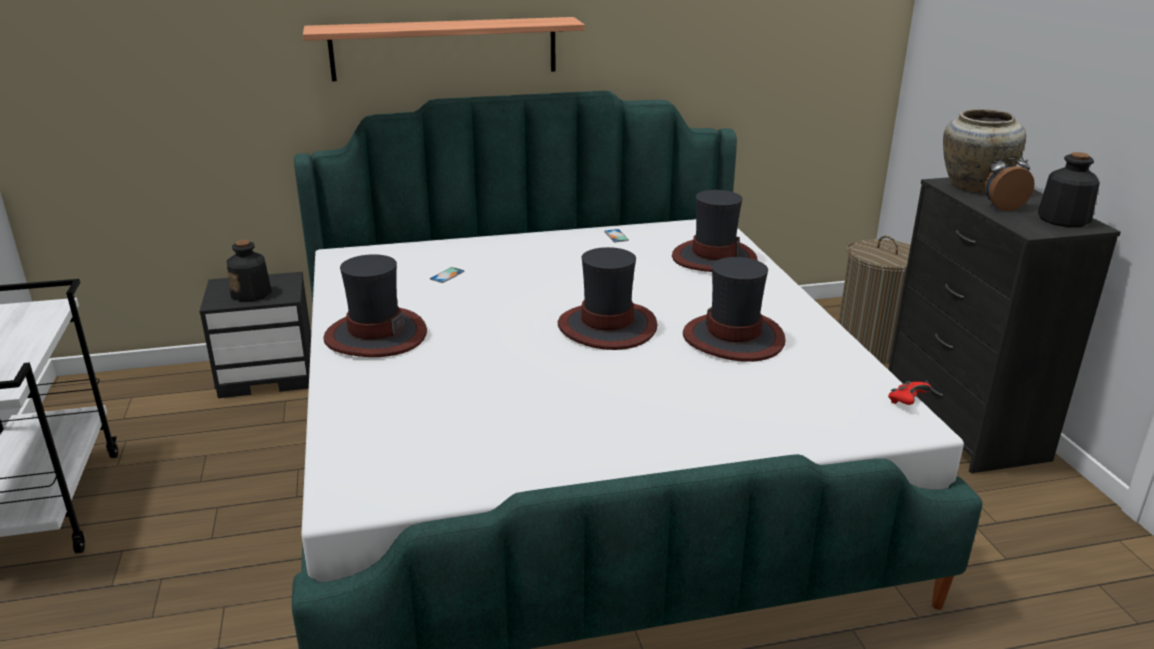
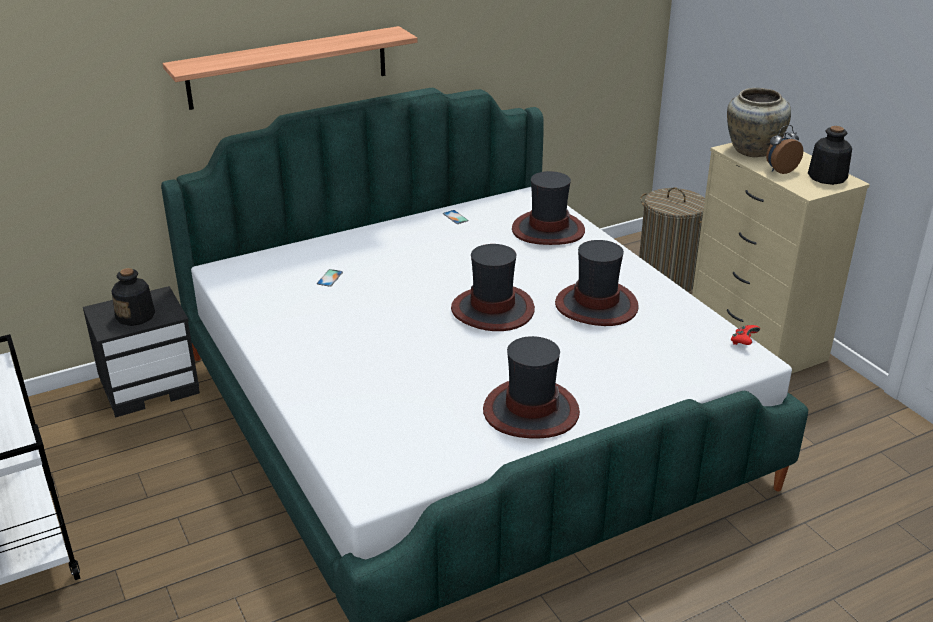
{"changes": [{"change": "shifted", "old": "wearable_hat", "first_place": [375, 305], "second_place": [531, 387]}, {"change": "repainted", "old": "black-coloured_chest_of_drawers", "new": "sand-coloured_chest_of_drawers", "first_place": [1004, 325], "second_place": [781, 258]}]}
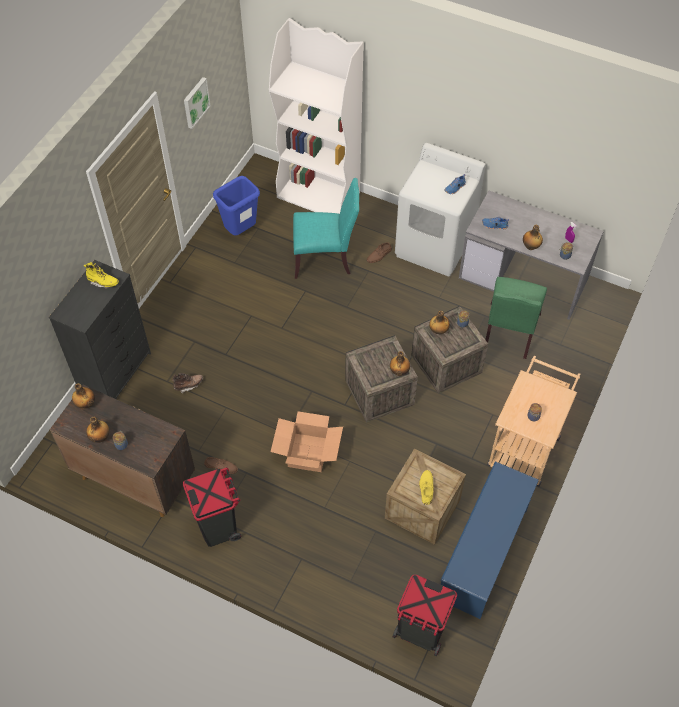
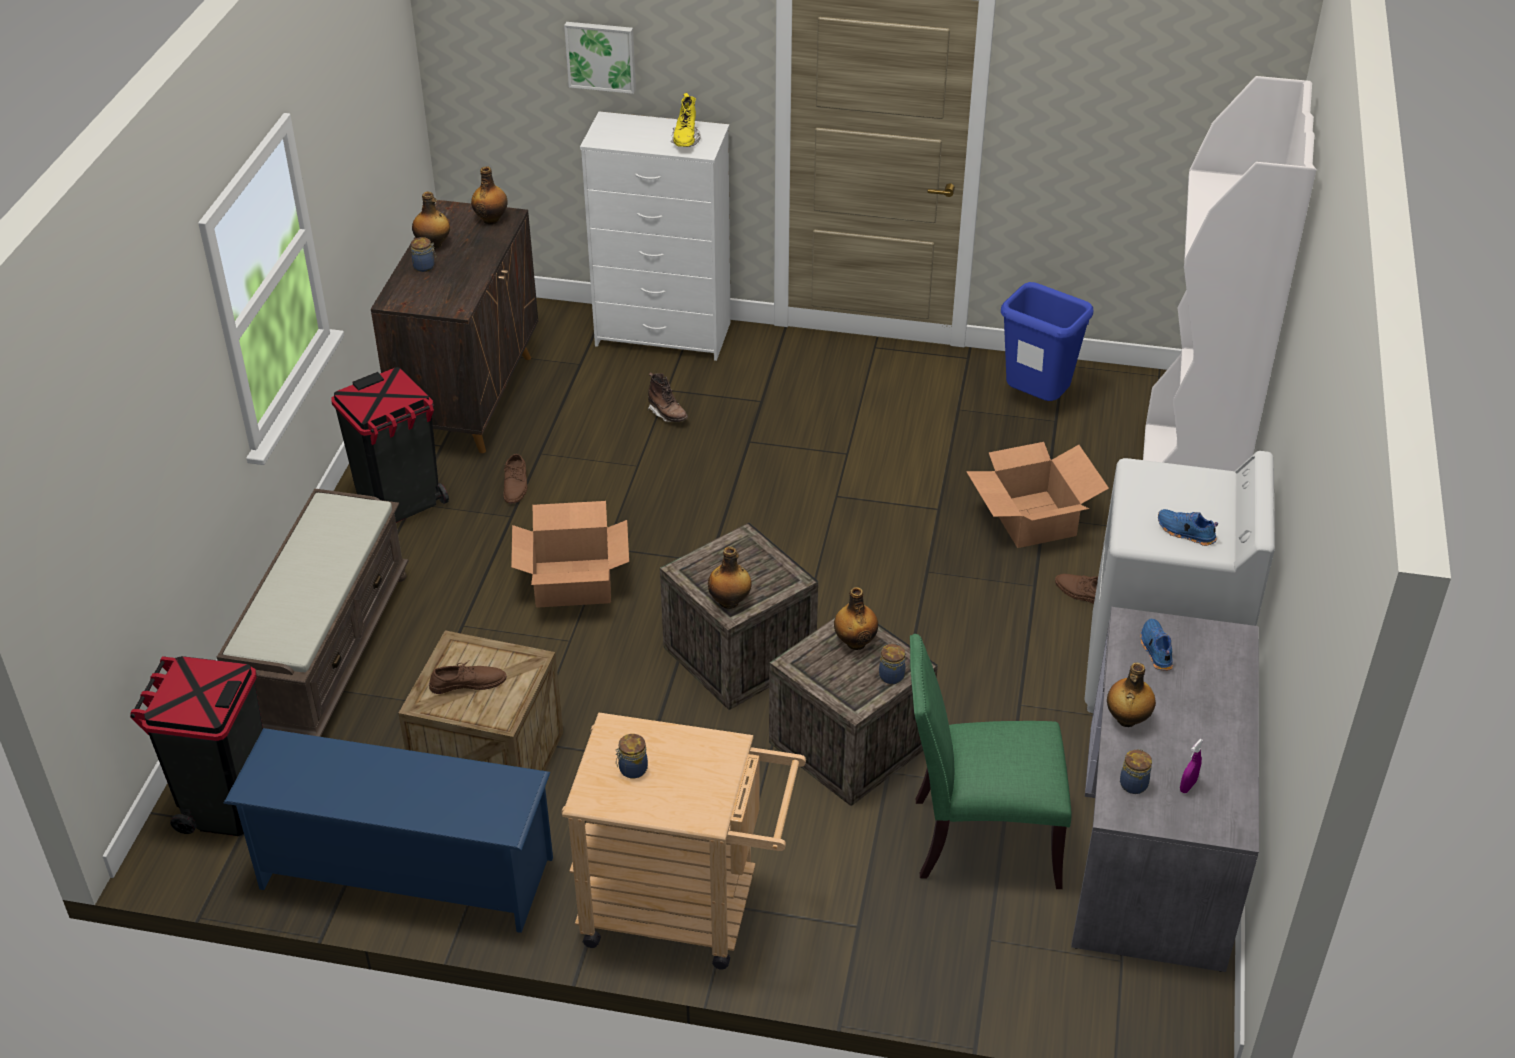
{"changes": [{"change": "new", "new": "brown-coloured_bench", "second_place": [313, 613]}, {"change": "shifted", "old": "wall_art", "first_place": [197, 103], "second_place": [600, 58]}, {"change": "swapped", "old": "turquoise_upright_chair", "new": "carton", "first_place": [326, 228], "second_place": [1037, 495]}, {"change": "repainted", "old": "black-coloured_chest_of_drawers", "new": "white-coloured_chest_of_drawers", "first_place": [100, 329], "second_place": [655, 236]}, {"change": "repainted", "old": "yellow-coloured_low_shoe", "new": "brown-coloured_low_shoe", "first_place": [426, 487], "second_place": [467, 677]}]}
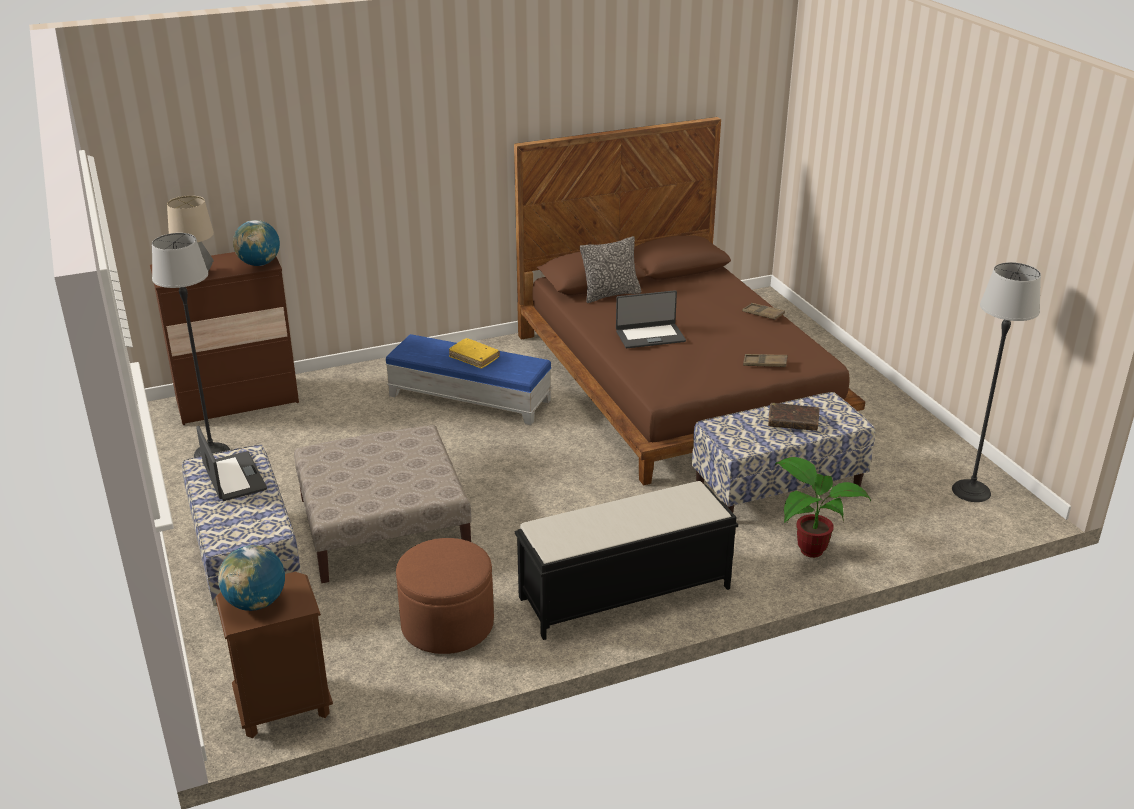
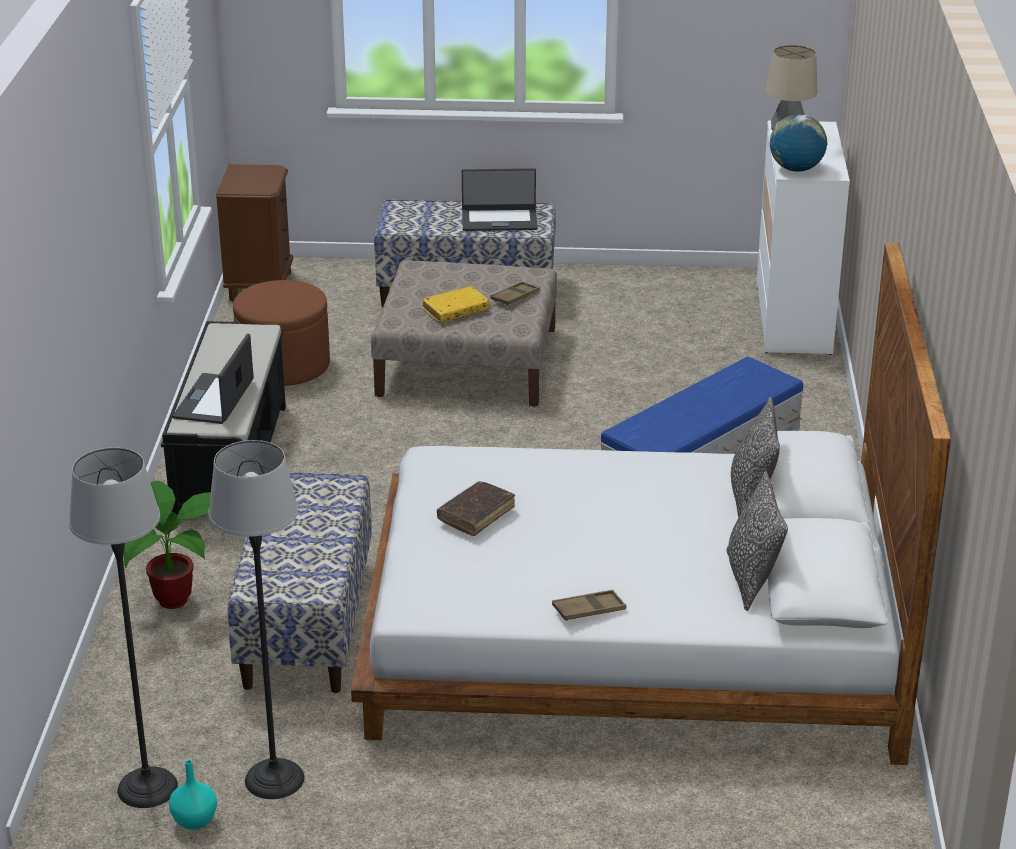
{"changes": [{"change": "gone", "old": "desk_globe", "first_place": [251, 578]}, {"change": "new", "new": "turquoise_vase", "second_place": [193, 795]}, {"change": "new", "new": "throw_pillow", "second_place": [757, 541]}, {"change": "shifted", "old": "standard_lamp", "first_place": [191, 345], "second_place": [256, 619]}, {"change": "shifted", "old": "yellow-coloured_bound_book", "first_place": [474, 353], "second_place": [455, 304]}, {"change": "shifted", "old": "laptop", "first_place": [651, 319], "second_place": [213, 378]}, {"change": "shifted", "old": "brown-coloured_carrying_tray", "first_place": [765, 360], "second_place": [515, 293]}, {"change": "shifted", "old": "brown-coloured_bound_book", "first_place": [793, 417], "second_place": [476, 508]}, {"change": "repainted", "old": "brown-coloured_chest_of_drawers", "new": "white-coloured_chest_of_drawers", "first_place": [224, 338], "second_place": [803, 237]}, {"change": "repainted", "old": "brown-coloured_bedroom_bed", "new": "white-coloured_bedroom_bed", "first_place": [689, 301], "second_place": [651, 504]}]}
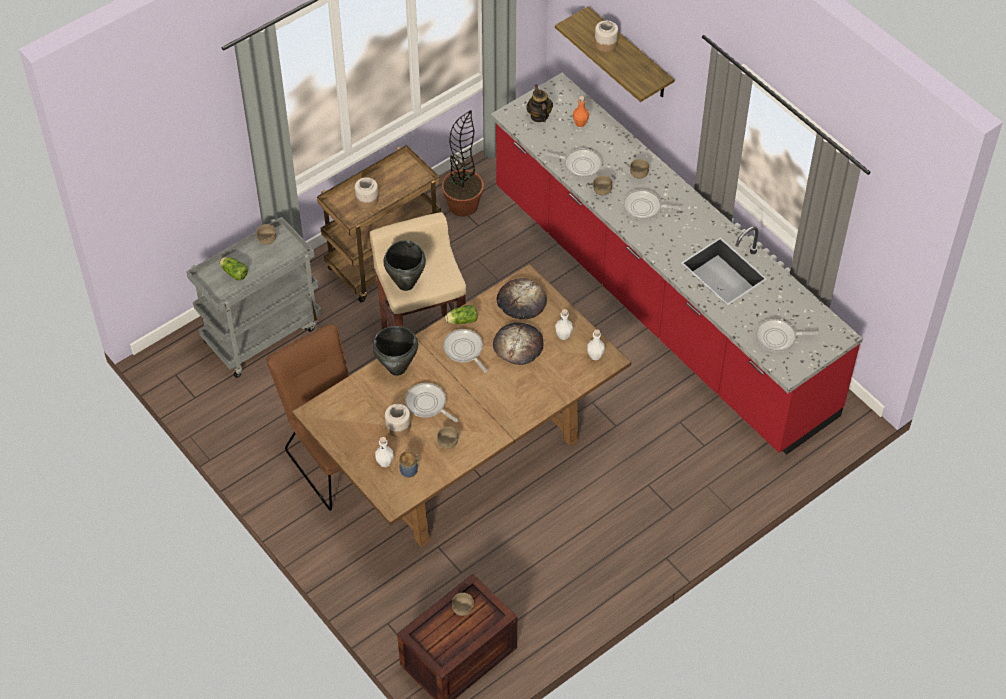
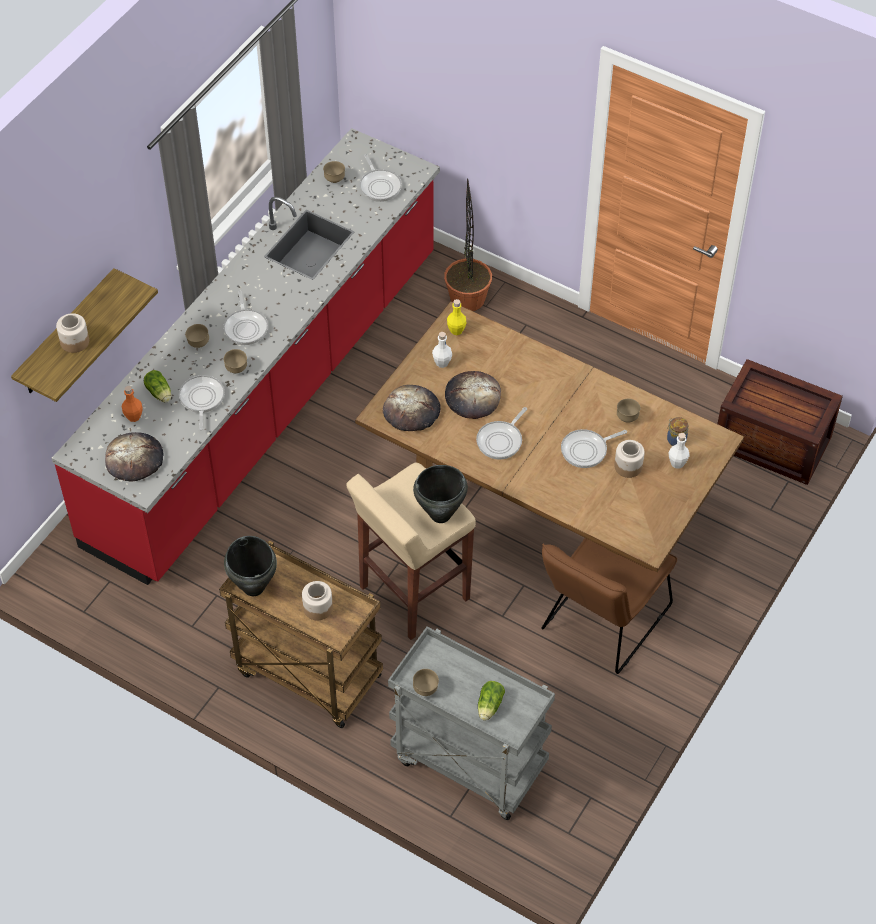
{"changes": [{"change": "shifted", "old": "black-coloured_stockpot", "first_place": [395, 351], "second_place": [250, 566]}, {"change": "shifted", "old": "houseplant", "first_place": [463, 163], "second_place": [468, 244]}, {"change": "shifted", "old": "head_of_lettuce", "first_place": [461, 314], "second_place": [157, 386]}, {"change": "shifted", "old": "brown-coloured_deep_dish", "first_place": [463, 604], "second_place": [334, 172]}, {"change": "swapped", "old": "pot_for_tea", "new": "baked_bread", "first_place": [539, 103], "second_place": [134, 457]}, {"change": "repainted", "old": "white-coloured_bottle", "new": "yellow-coloured_bottle", "first_place": [596, 345], "second_place": [456, 317]}, {"change": "rotated", "old": "frying_pan", "first_place": [431, 402], "second_place": [594, 448], "degrees": 45}]}
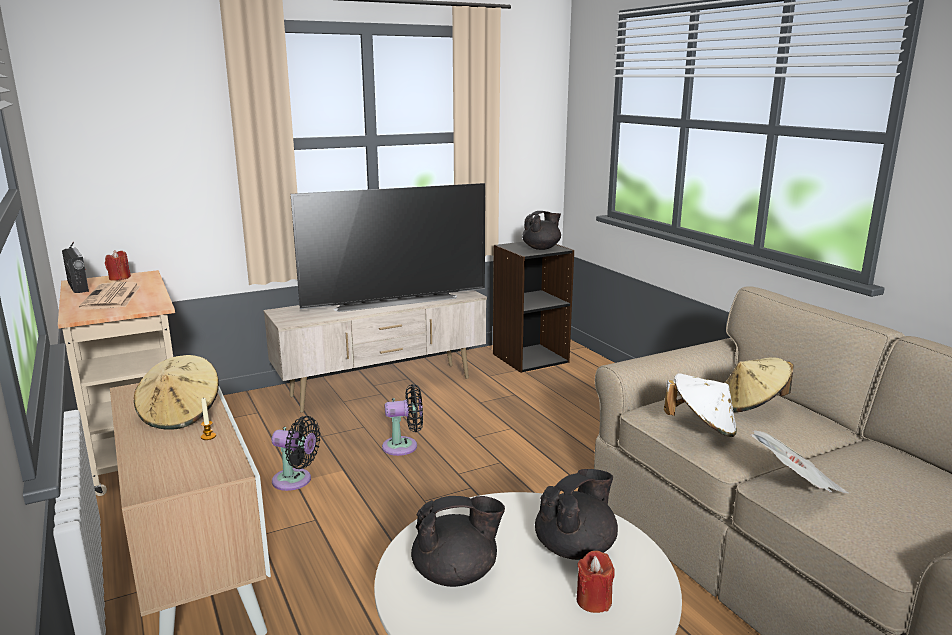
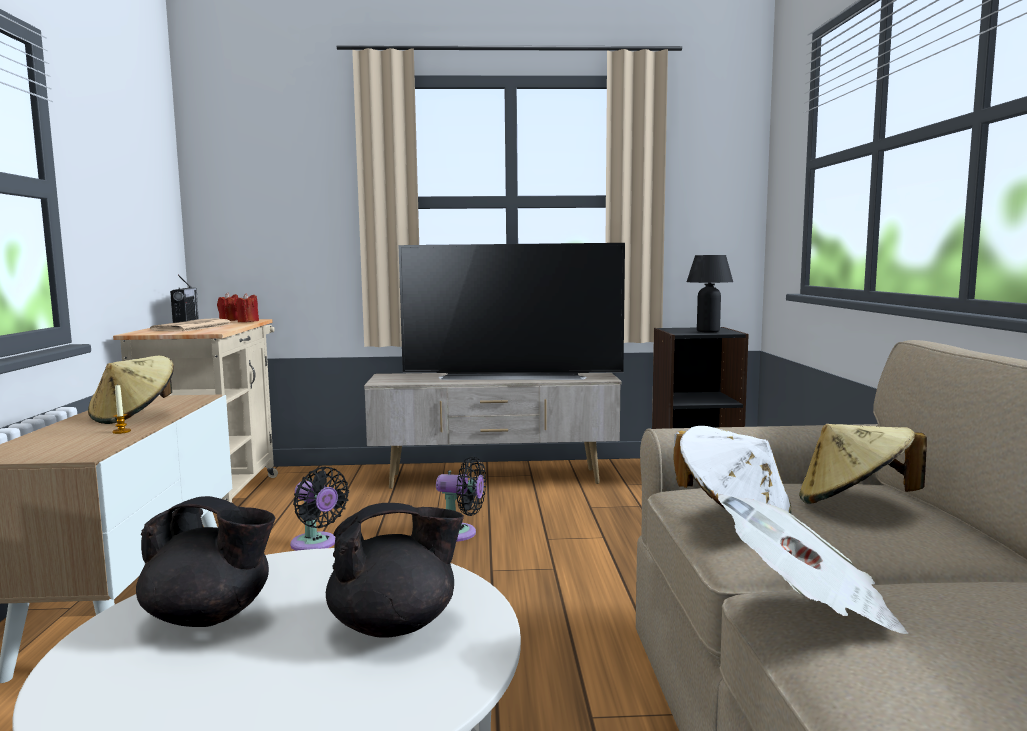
{"changes": [{"change": "shifted", "old": "red-coloured_candle", "first_place": [596, 582], "second_place": [247, 307]}, {"change": "swapped", "old": "black-coloured_pot_for_tea", "new": "black-coloured_lamp_for_a_table", "first_place": [541, 230], "second_place": [710, 293]}]}
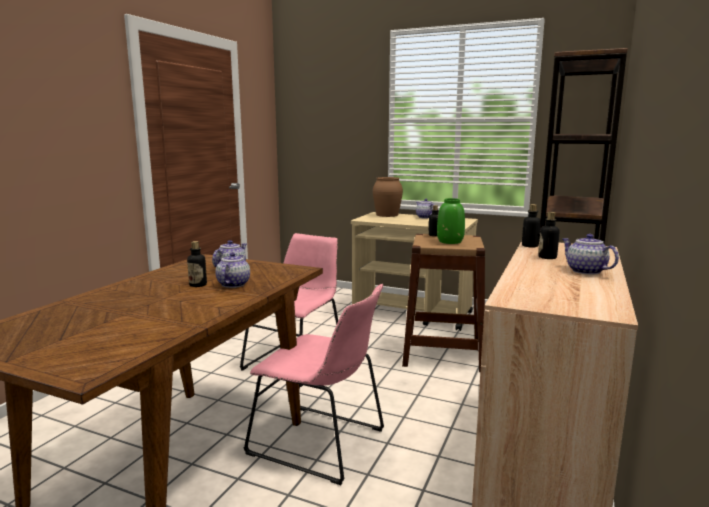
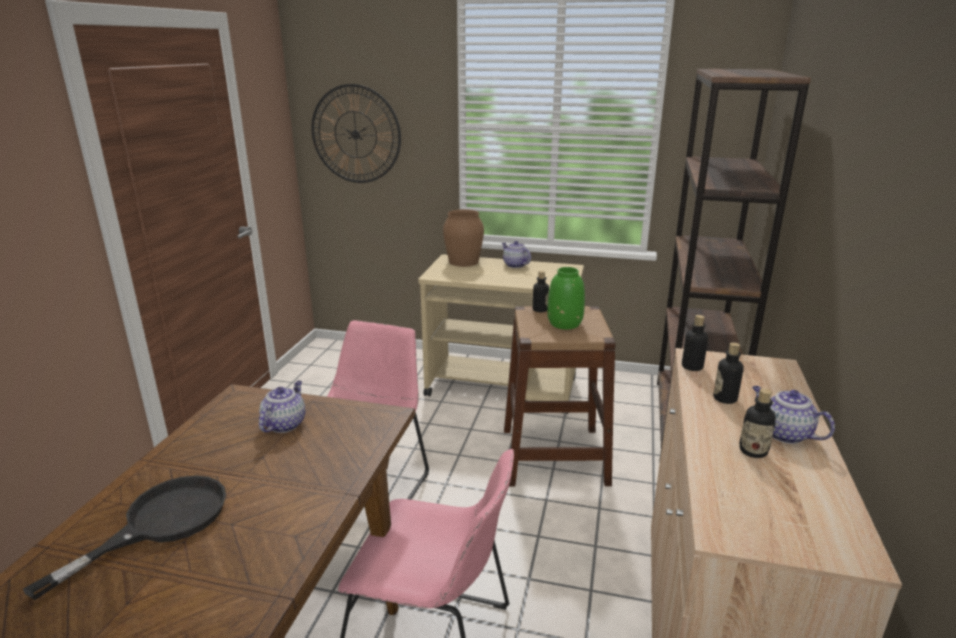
{"changes": [{"change": "gone", "old": "pot_for_tea", "first_place": [233, 270]}, {"change": "new", "new": "black-coloured_frying_pan", "second_place": [124, 537]}, {"change": "new", "new": "hanging_clock", "second_place": [356, 133]}, {"change": "shifted", "old": "bottle", "first_place": [197, 264], "second_place": [757, 423]}]}
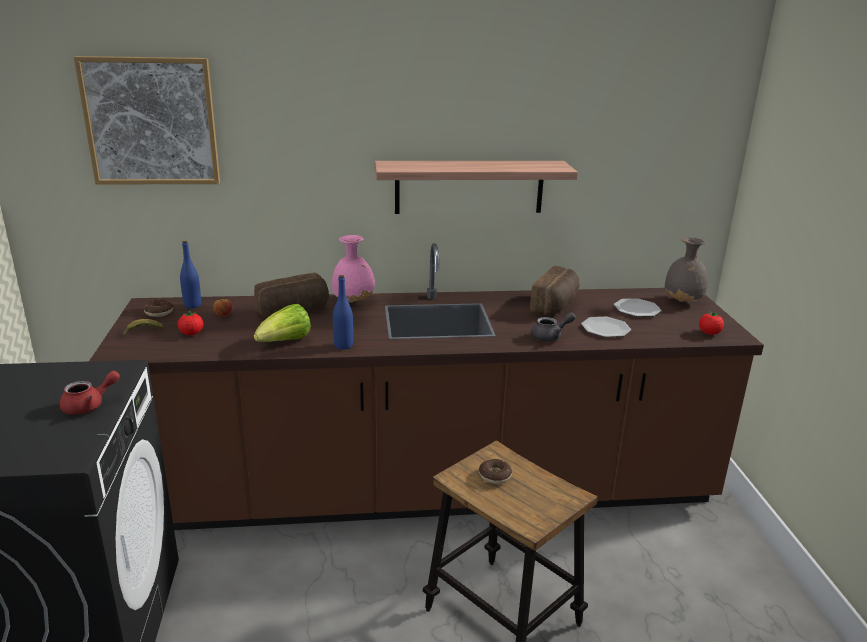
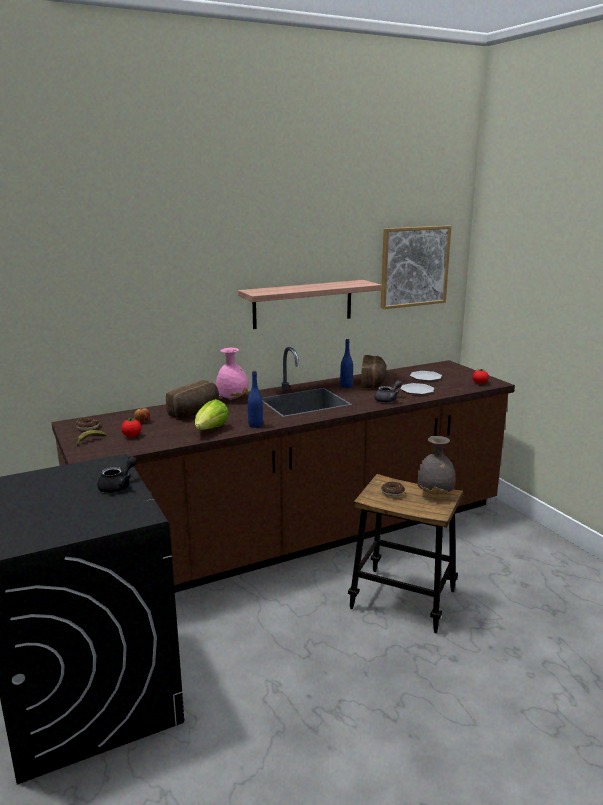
{"changes": [{"change": "shifted", "old": "wall_art", "first_place": [147, 120], "second_place": [415, 267]}, {"change": "shifted", "old": "blue_bottle", "first_place": [190, 275], "second_place": [346, 363]}, {"change": "shifted", "old": "grey_vase", "first_place": [686, 269], "second_place": [436, 465]}, {"change": "repainted", "old": "red-coloured_pot_for_tea", "new": "black-coloured_pot_for_tea", "first_place": [90, 393], "second_place": [117, 474]}]}
